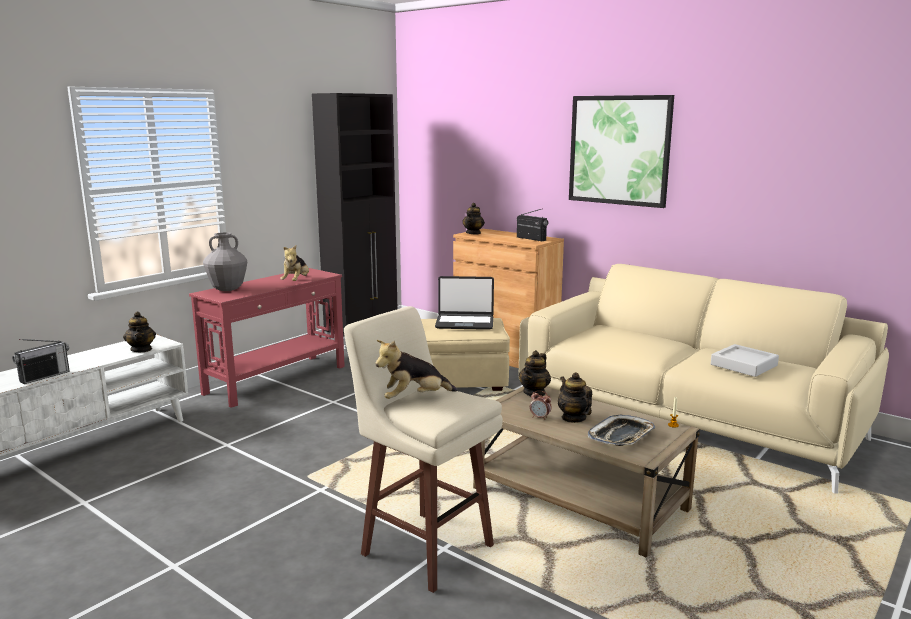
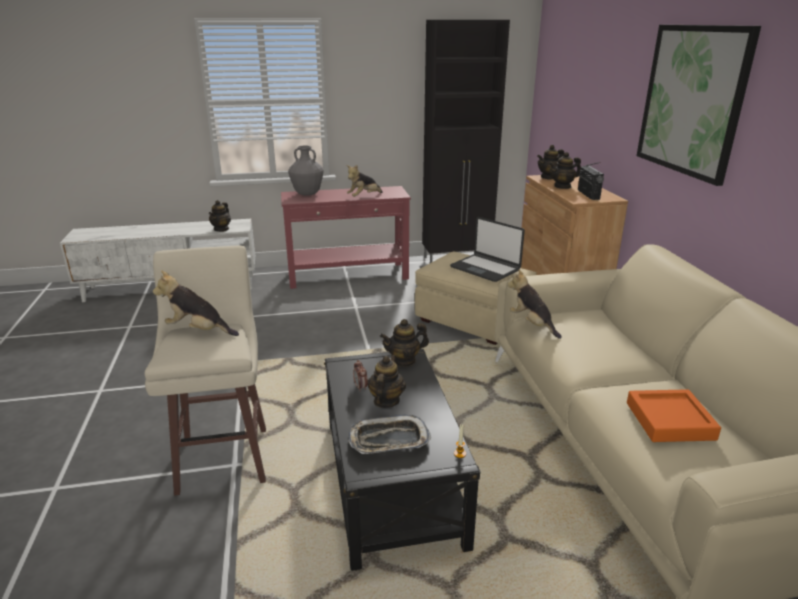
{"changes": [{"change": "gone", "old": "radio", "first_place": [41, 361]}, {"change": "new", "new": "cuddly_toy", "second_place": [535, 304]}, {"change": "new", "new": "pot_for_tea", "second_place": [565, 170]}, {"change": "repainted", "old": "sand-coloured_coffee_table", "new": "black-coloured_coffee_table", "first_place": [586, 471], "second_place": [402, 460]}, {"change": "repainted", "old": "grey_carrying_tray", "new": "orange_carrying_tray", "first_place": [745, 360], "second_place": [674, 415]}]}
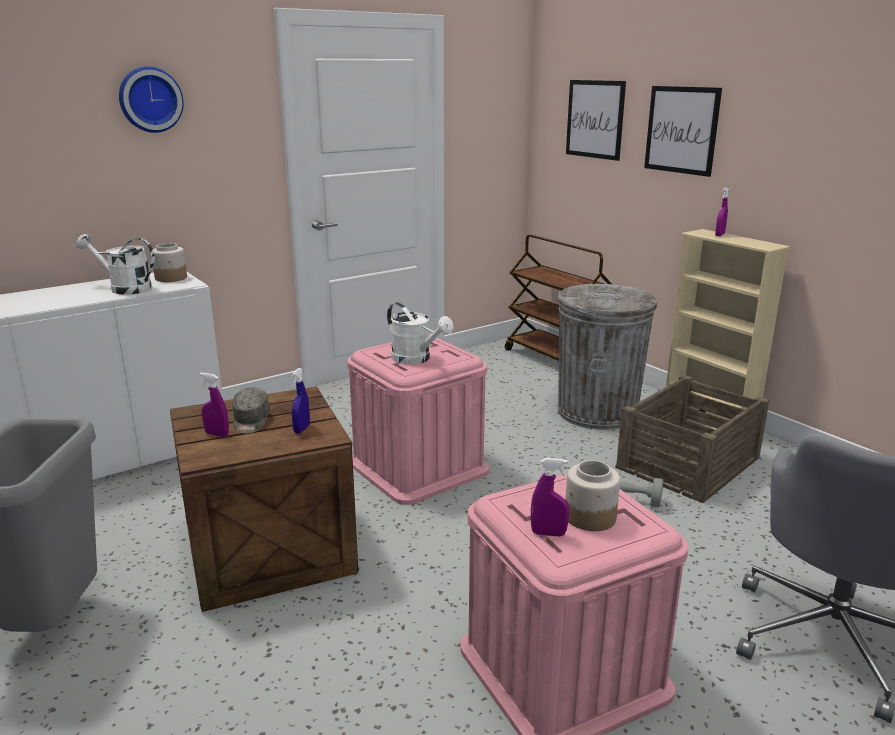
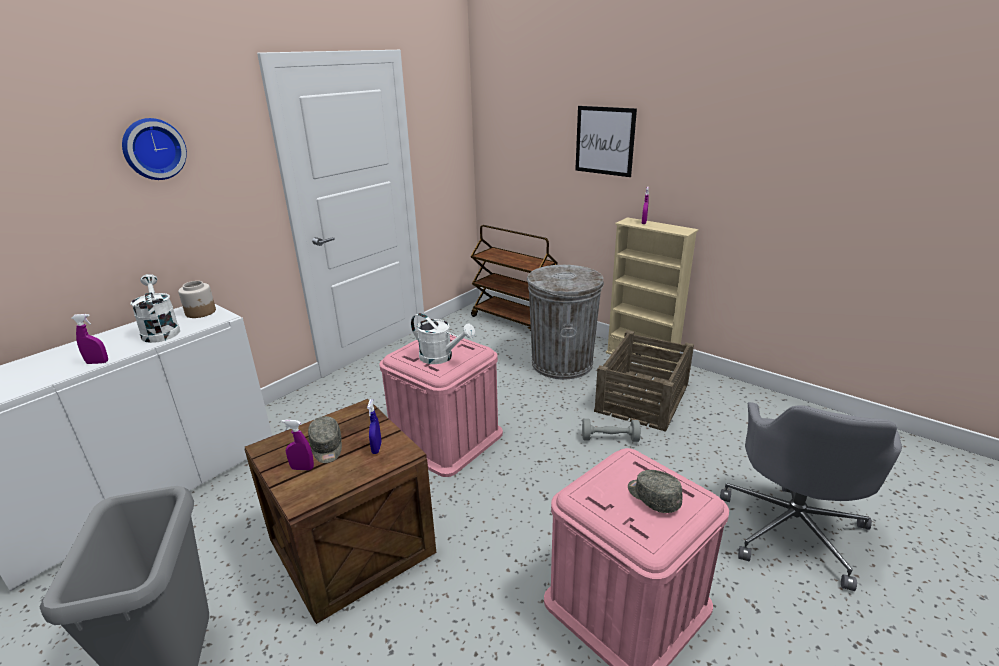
{"changes": [{"change": "gone", "old": "wall_art", "first_place": [596, 120]}, {"change": "shifted", "old": "purple-coloured_hand_sprayer", "first_place": [550, 497], "second_place": [90, 339]}, {"change": "swapped", "old": "jar", "new": "grey_cap", "first_place": [592, 495], "second_place": [655, 491]}, {"change": "rotated", "old": "white-coloured_sprinkling_can", "first_place": [115, 264], "second_place": [155, 308], "degrees": 60}]}
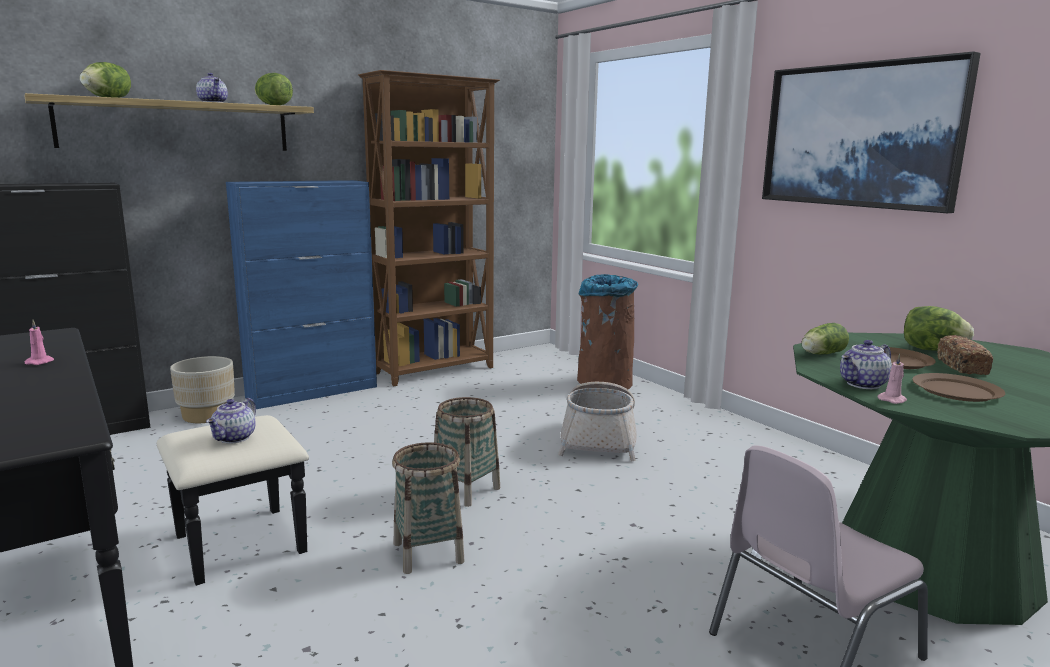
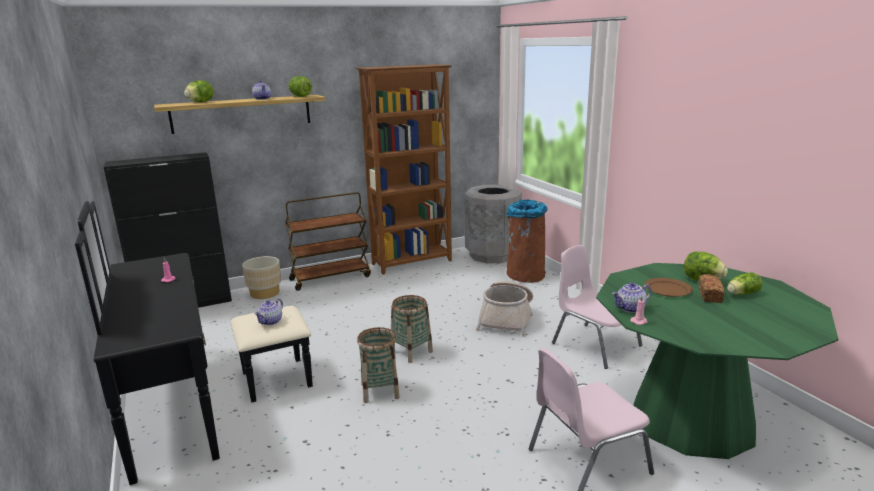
{"changes": [{"change": "gone", "old": "wall_art", "first_place": [871, 132]}, {"change": "gone", "old": "brown-coloured_flat_dish", "first_place": [958, 387]}, {"change": "new", "new": "grey_trash_can", "second_place": [493, 224]}, {"change": "new", "new": "pink-coloured_upright_chair", "second_place": [597, 307]}, {"change": "shifted", "old": "head_of_lettuce", "first_place": [825, 339], "second_place": [745, 284]}, {"change": "swapped", "old": "blue_cupboard", "new": "brown-coloured_wheeled_cart", "first_place": [301, 294], "second_place": [328, 241]}]}
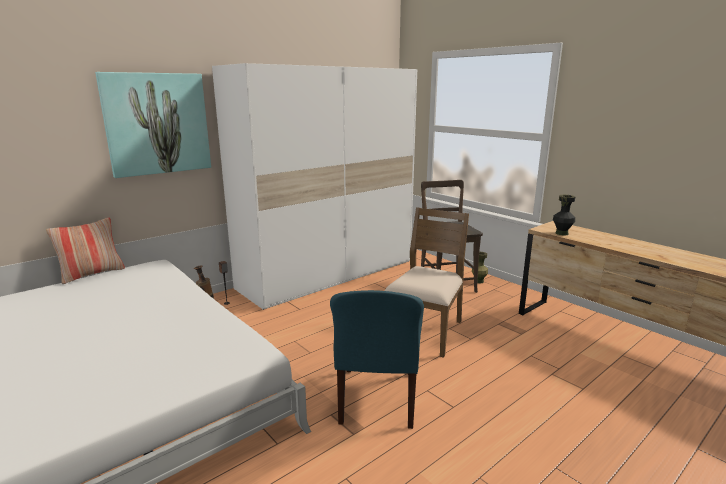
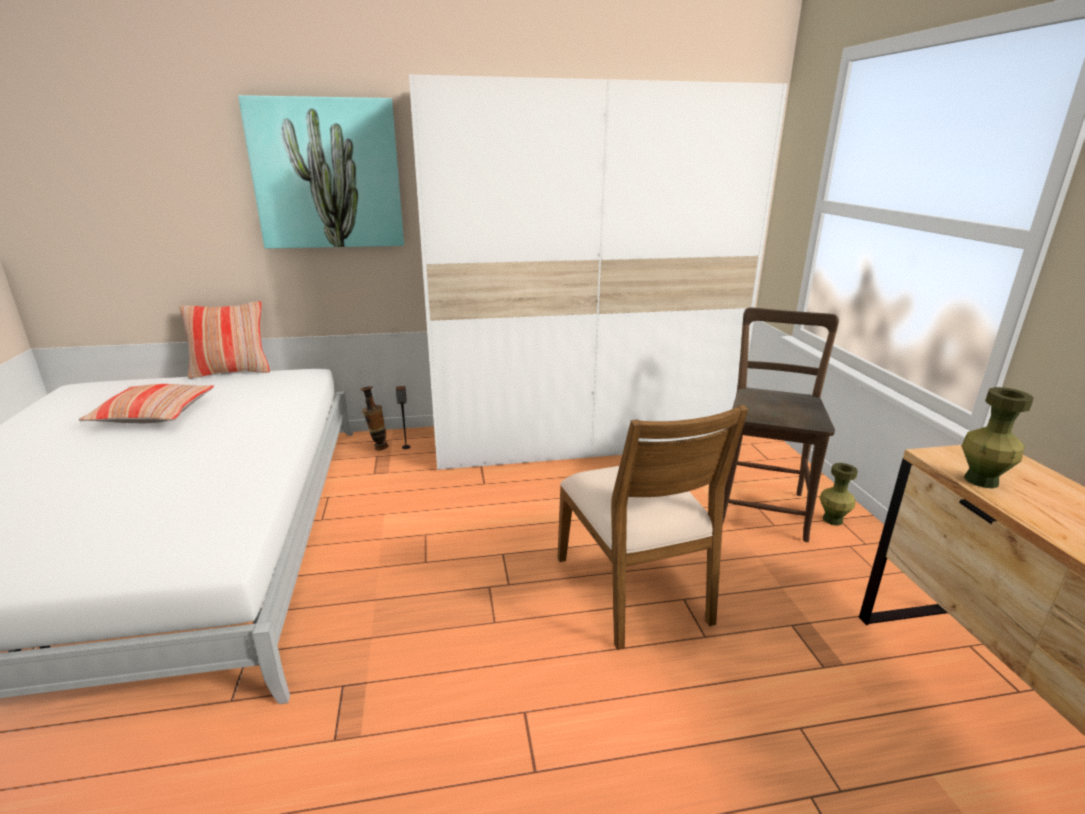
{"changes": [{"change": "gone", "old": "blue_upright_chair", "first_place": [377, 359]}, {"change": "new", "new": "throw_pillow", "second_place": [146, 403]}, {"change": "repainted", "old": "black-coloured_vase", "new": "green-coloured_vase", "first_place": [564, 215], "second_place": [998, 437]}, {"change": "rotated", "old": "brown-coloured_upright_chair", "first_place": [426, 282], "second_place": [653, 527], "degrees": 105}]}
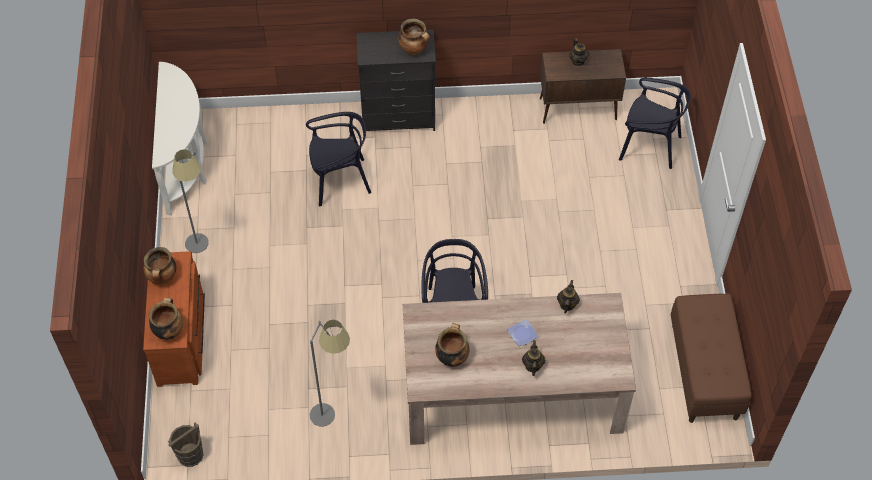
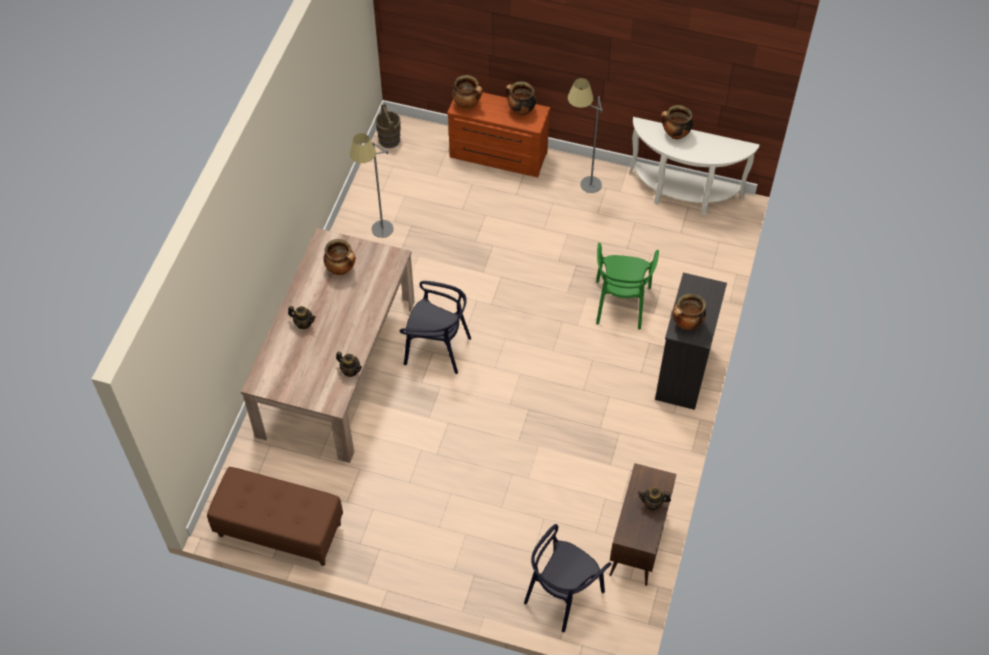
{"changes": [{"change": "gone", "old": "flat_dish", "first_place": [522, 332]}, {"change": "new", "new": "stockpot", "second_place": [677, 122]}, {"change": "repainted", "old": "black-coloured_upright_chair", "new": "green-coloured_upright_chair", "first_place": [338, 159], "second_place": [627, 286]}]}
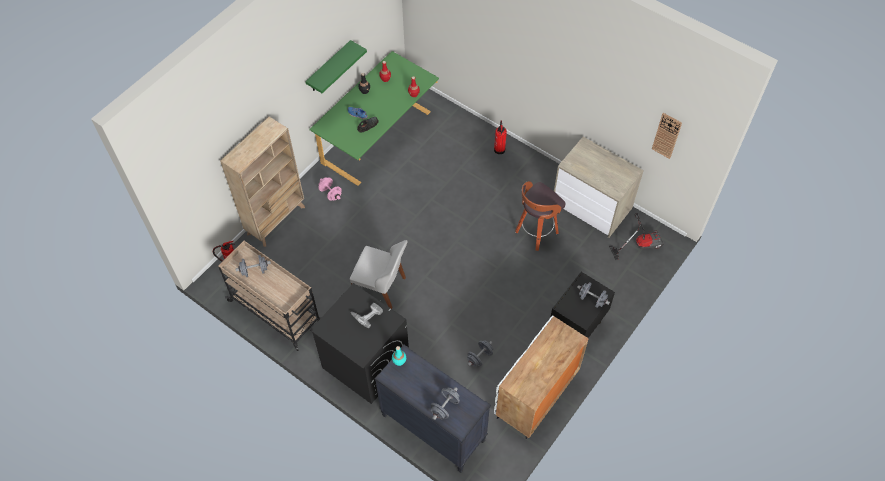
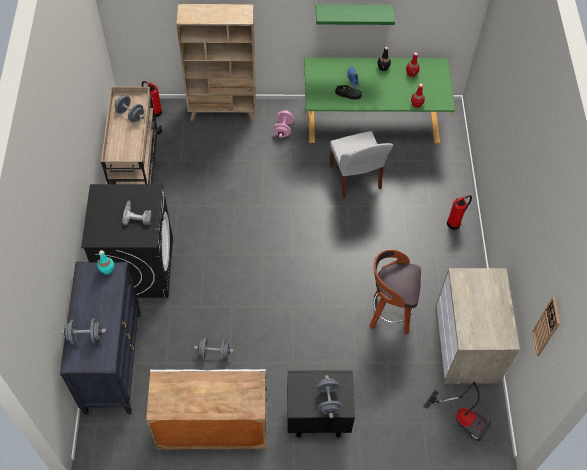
{"changes": [{"change": "shifted", "old": "white-coloured_upright_chair", "first_place": [378, 274], "second_place": [361, 165]}]}
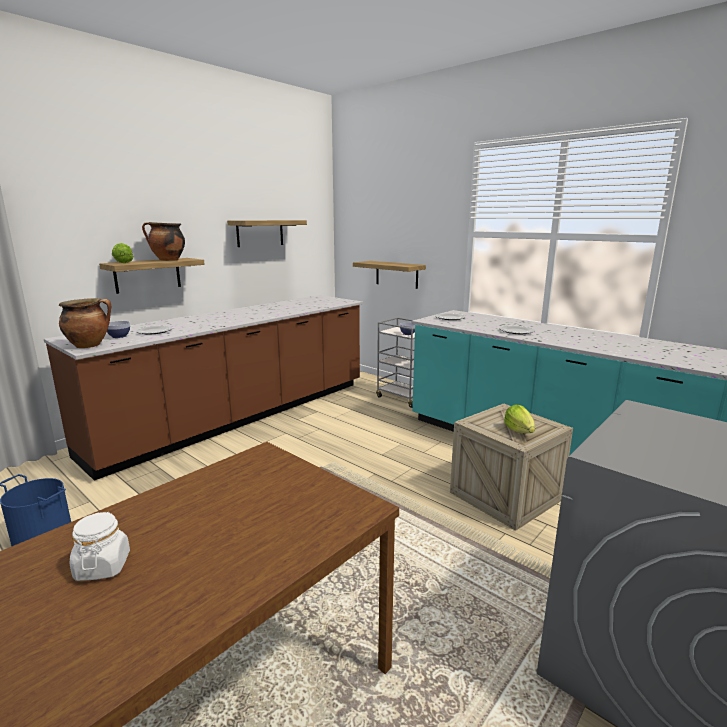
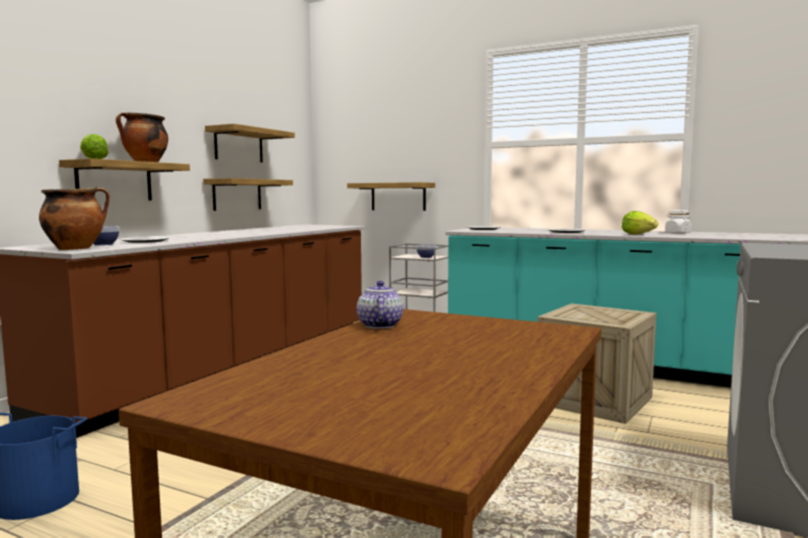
{"changes": [{"change": "new", "new": "wall_shelf", "second_place": [248, 194]}, {"change": "new", "new": "pot_for_tea", "second_place": [380, 305]}, {"change": "shifted", "old": "white-coloured_jar", "first_place": [100, 546], "second_place": [678, 222]}, {"change": "shifted", "old": "head_of_lettuce", "first_place": [519, 419], "second_place": [640, 222]}]}
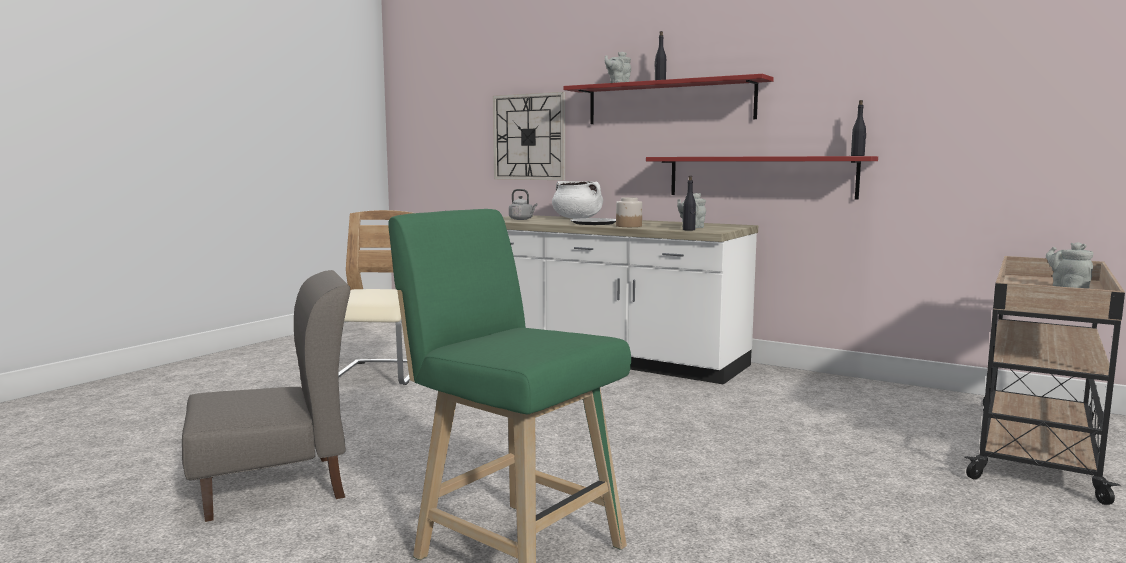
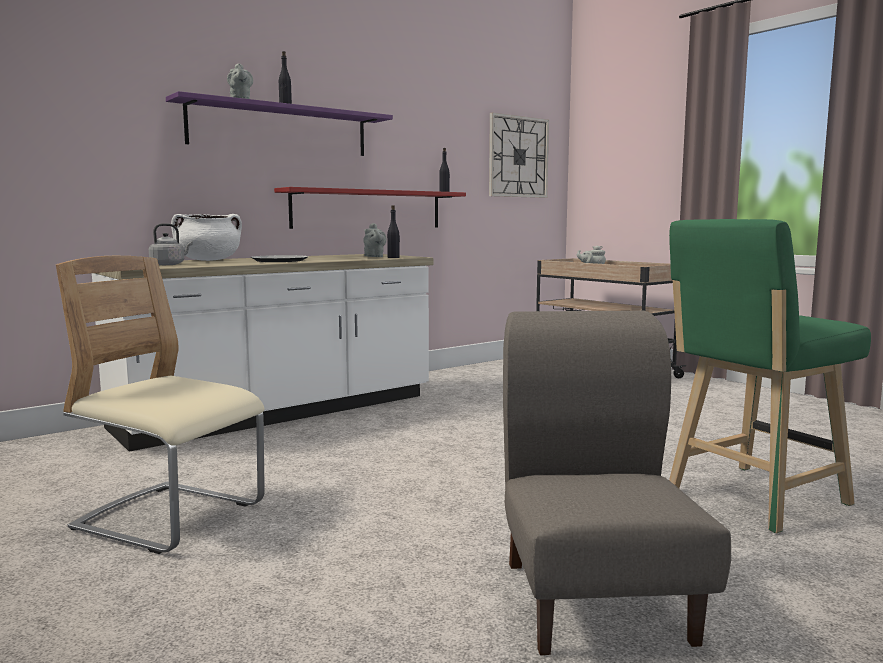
{"changes": [{"change": "gone", "old": "jar", "first_place": [629, 212]}, {"change": "shifted", "old": "hanging_clock", "first_place": [529, 136], "second_place": [519, 155]}, {"change": "repainted", "old": "red-coloured_wall_shelf", "new": "purple-coloured_wall_shelf", "first_place": [668, 99], "second_place": [279, 123]}]}
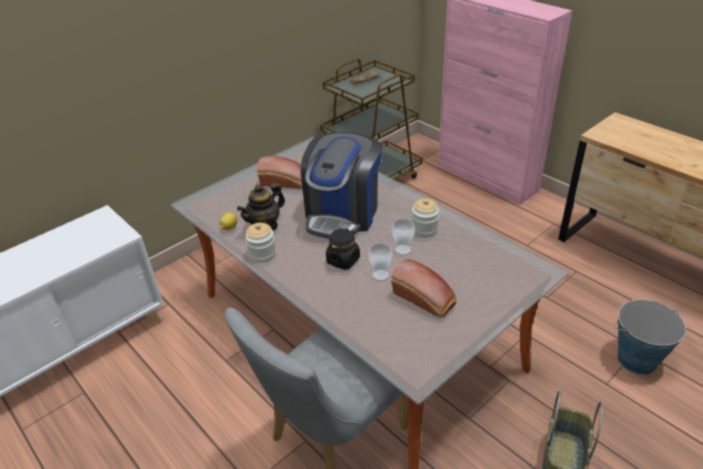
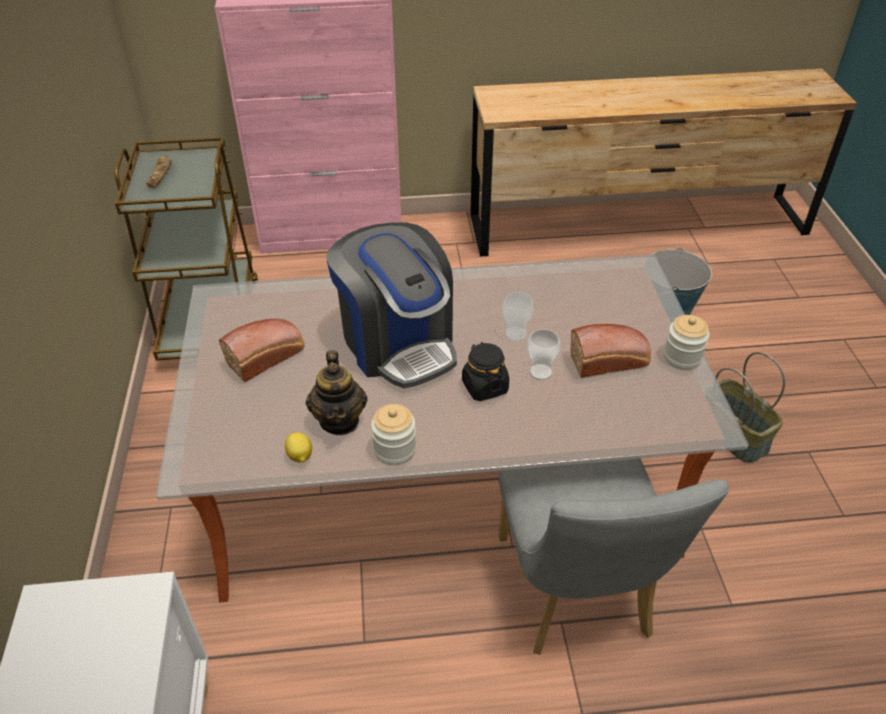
{"changes": [{"change": "shifted", "old": "jar", "first_place": [425, 217], "second_place": [687, 342]}]}
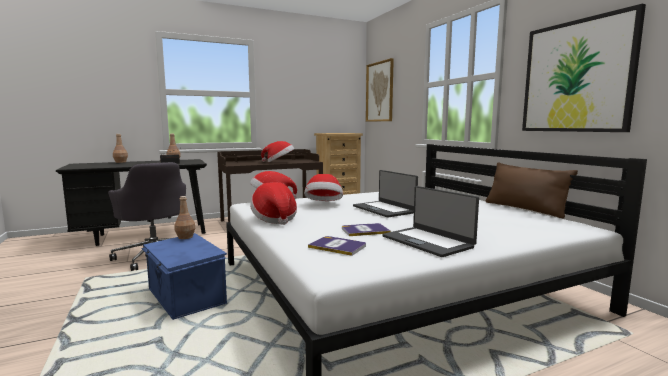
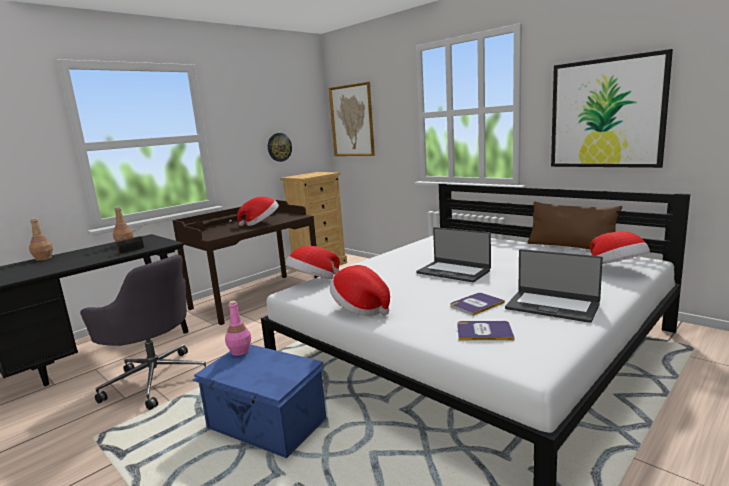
{"changes": [{"change": "new", "new": "hanging_clock", "second_place": [280, 147]}, {"change": "shifted", "old": "wearable_hat", "first_place": [323, 187], "second_place": [620, 247]}, {"change": "repainted", "old": "brown-coloured_bottle", "new": "pink-coloured_bottle", "first_place": [184, 217], "second_place": [238, 328]}]}
